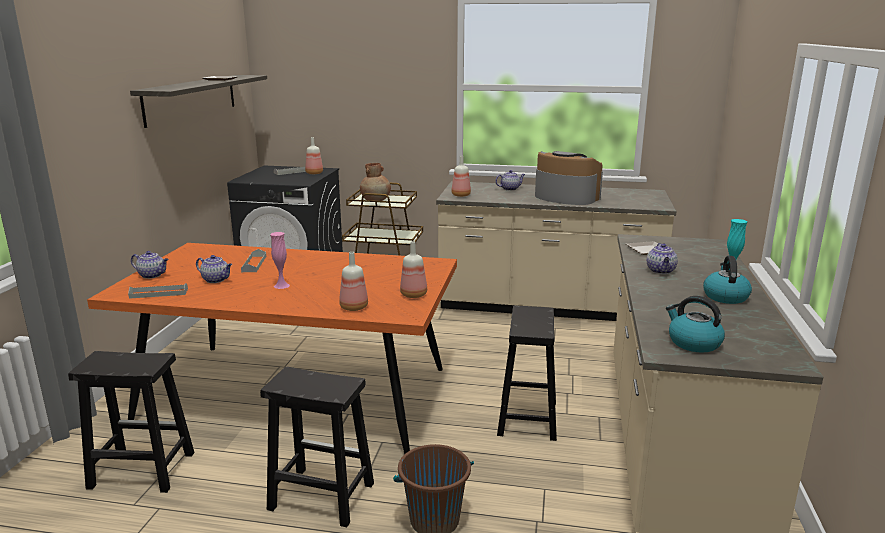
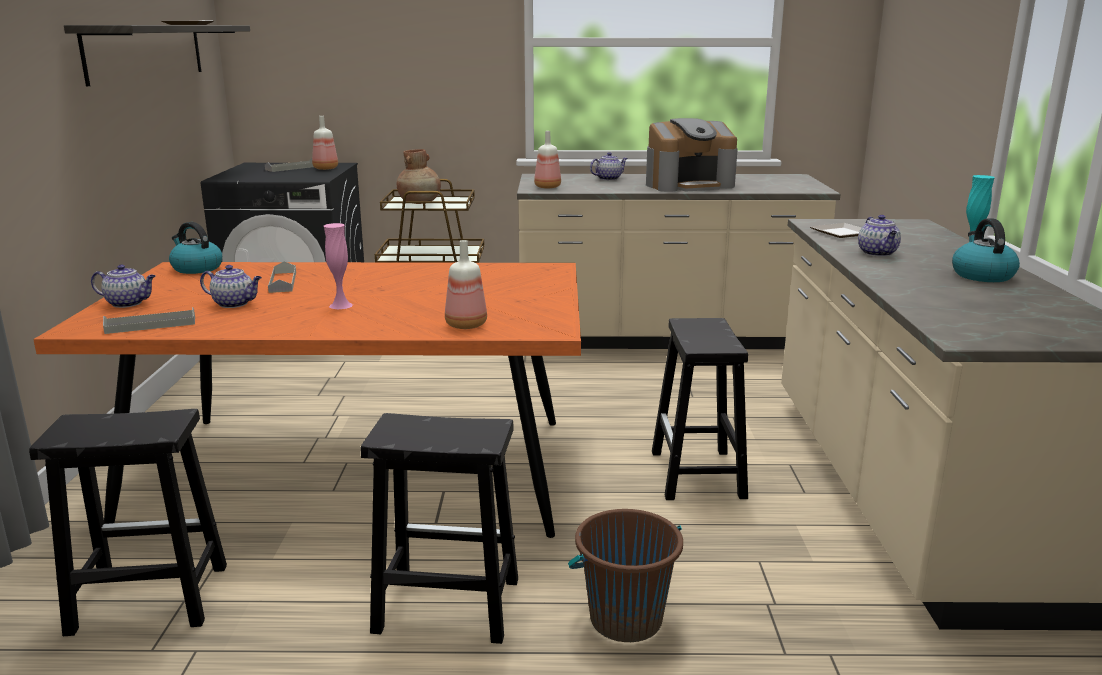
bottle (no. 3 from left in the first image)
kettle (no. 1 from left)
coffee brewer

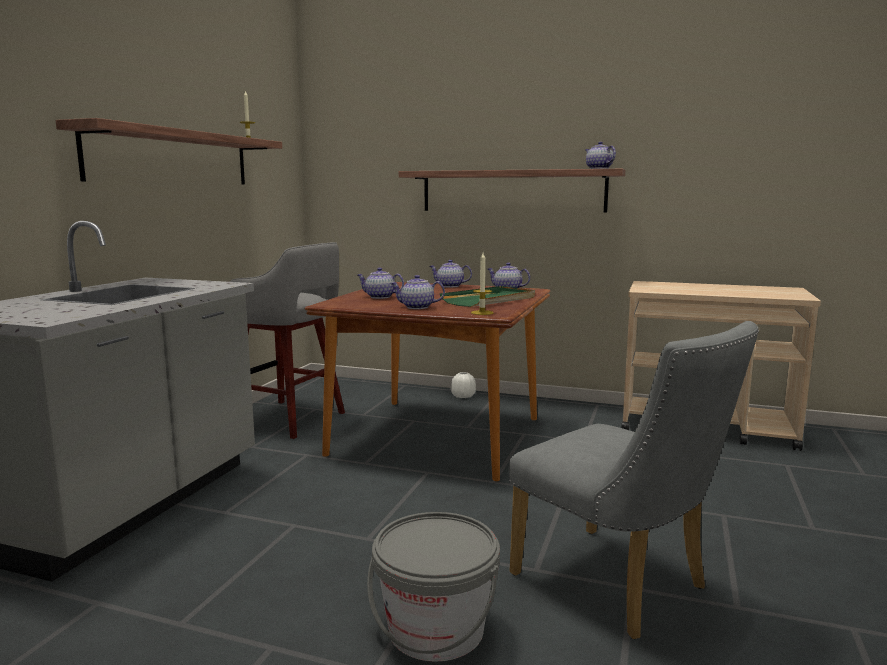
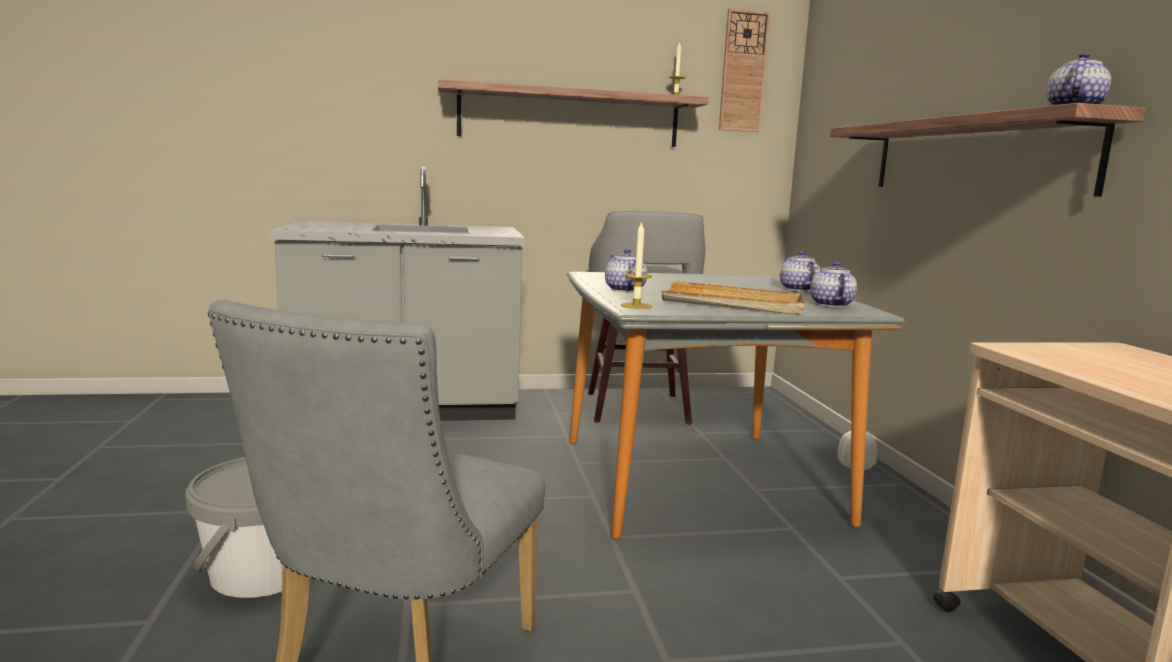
tea pot (no. 1 from left in the first image)
clock on the wall
gray dining table
sand-coloured carrying tray

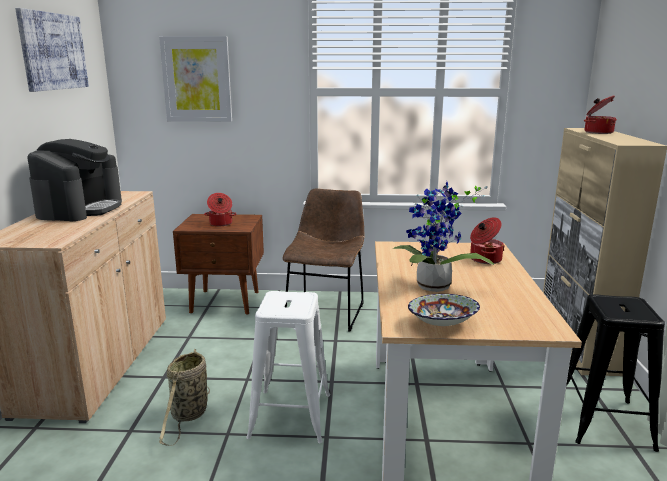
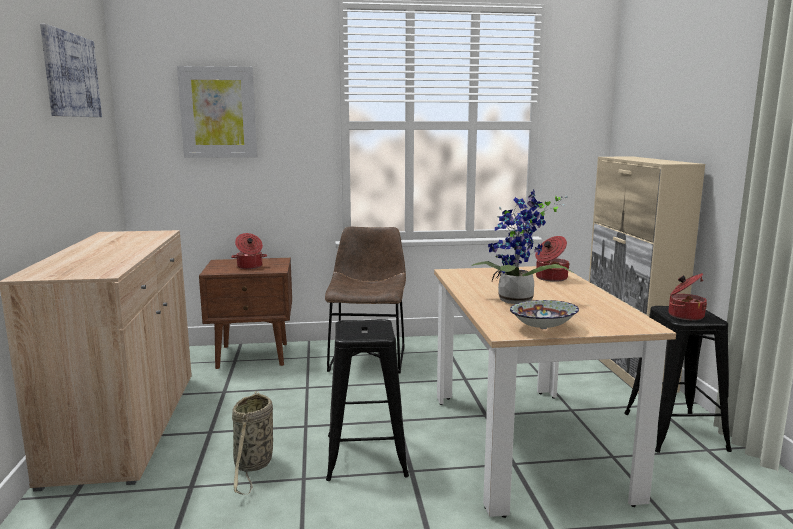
coffee brewer
stockpot (no. 3 from left)
black stool (no. 1 from left)

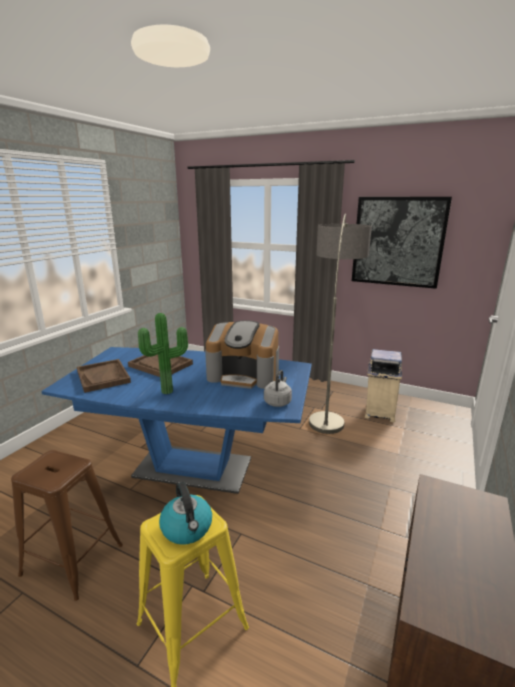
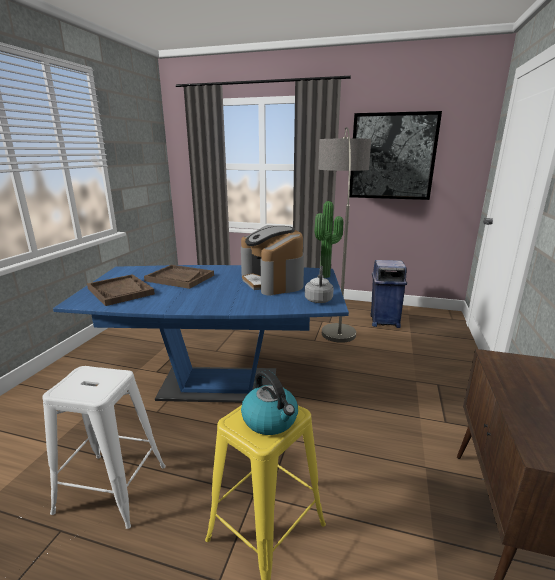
potted plant
white-coloured stool
blue-coloured rubbish bin
coffee brewer

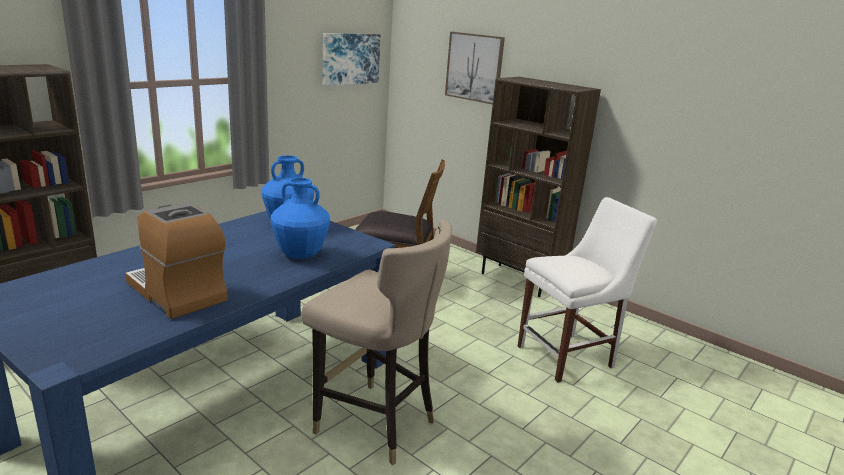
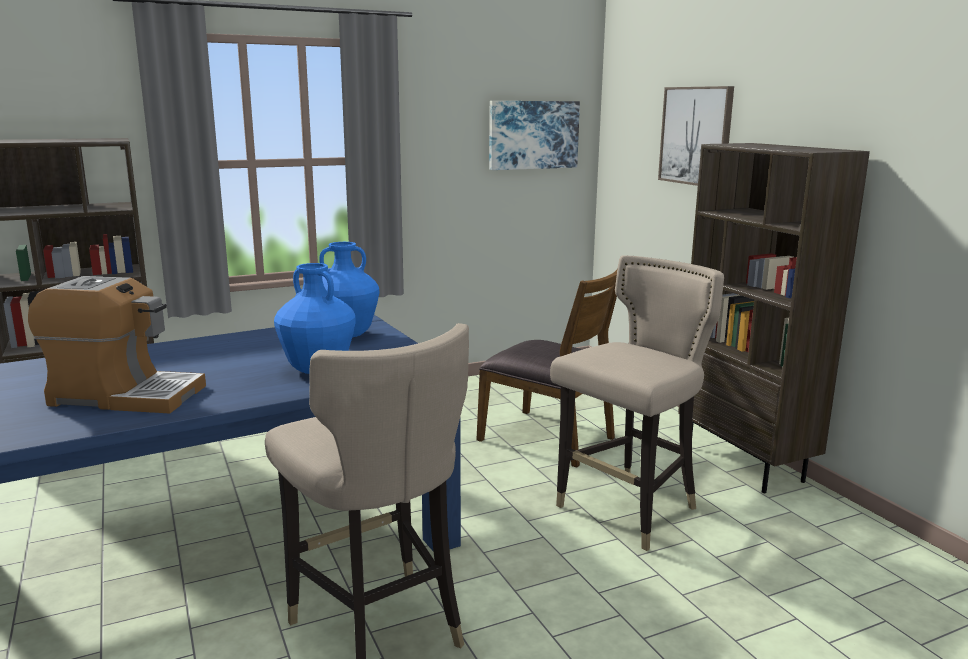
white-coloured upright chair
sand-coloured stool (no. 2 from left)
coffee brewer

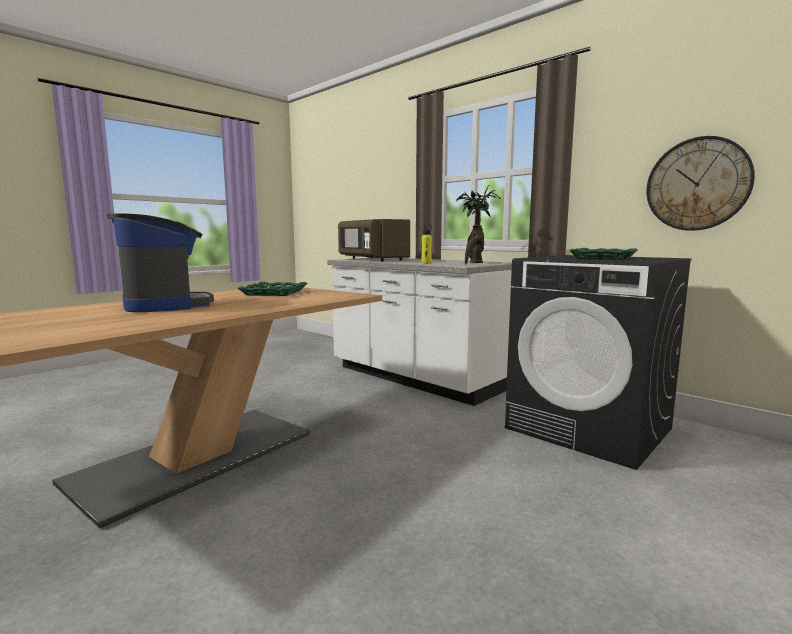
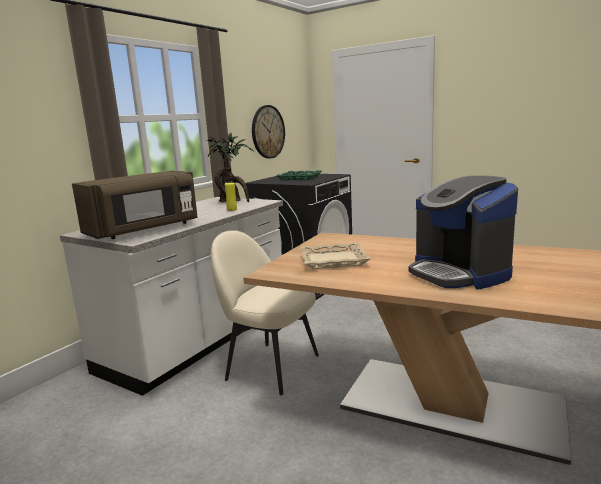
sand-coloured upright chair
sand-coloured carrying tray
coffee brewer

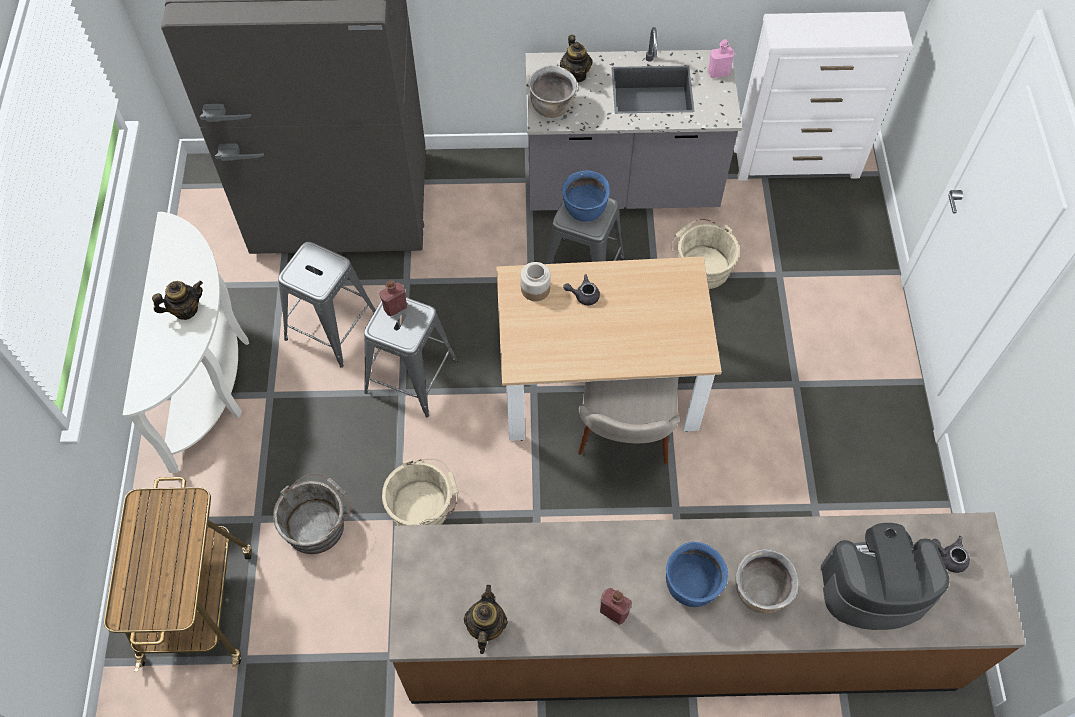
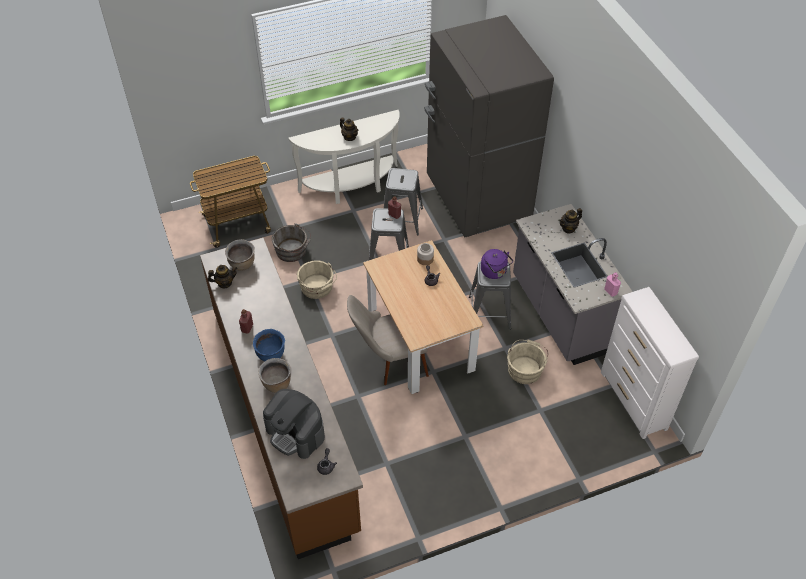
brownish stockpot (no. 1 from left)
purple-coloured kettle
coffee brewer

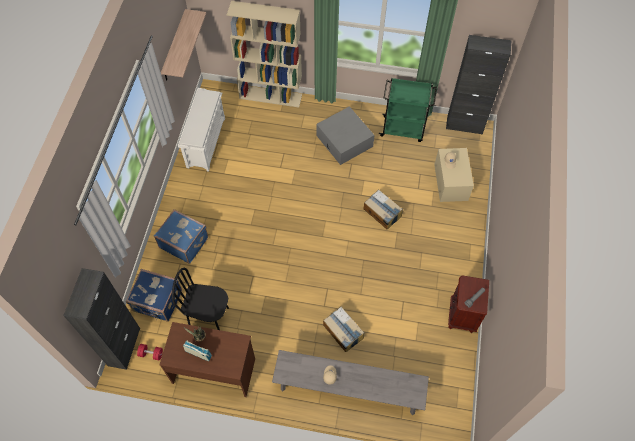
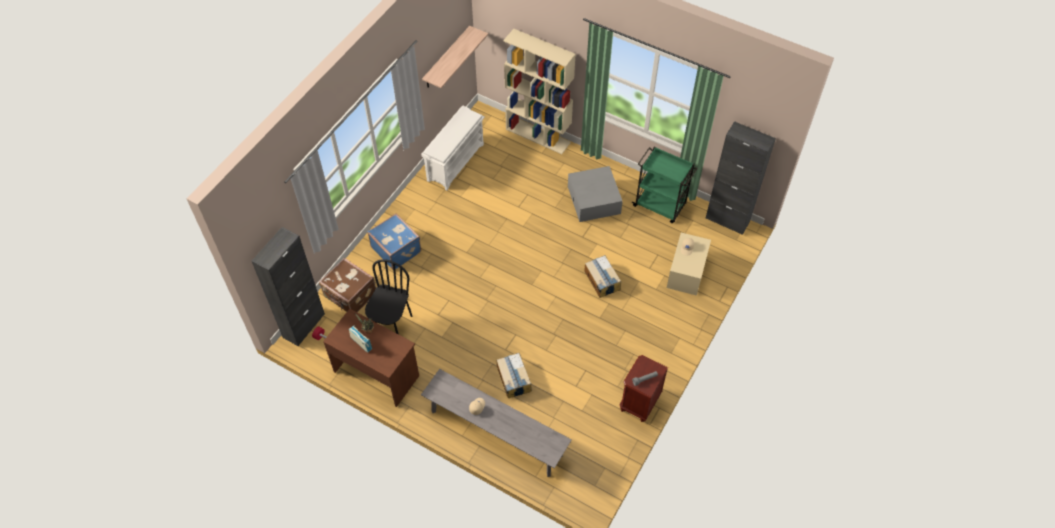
brownish travel case
black upright chair

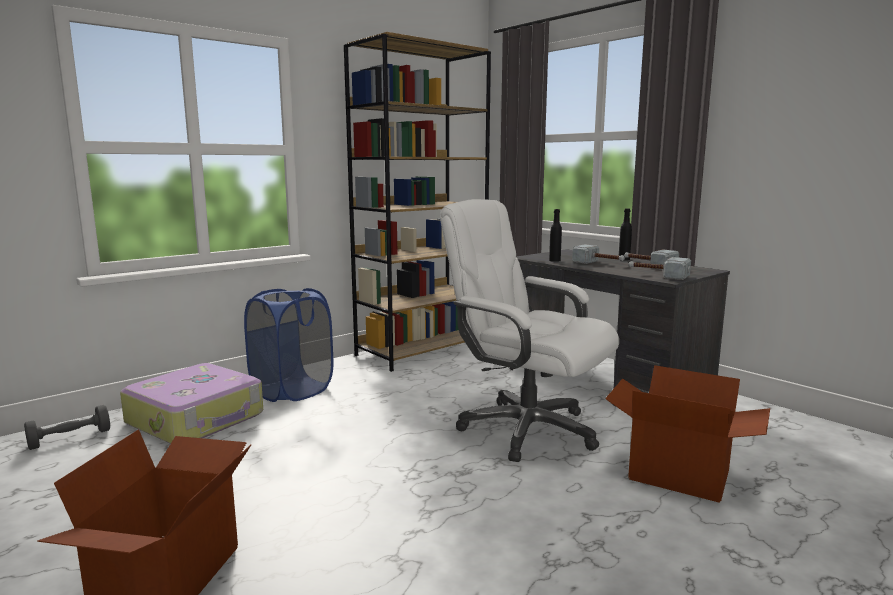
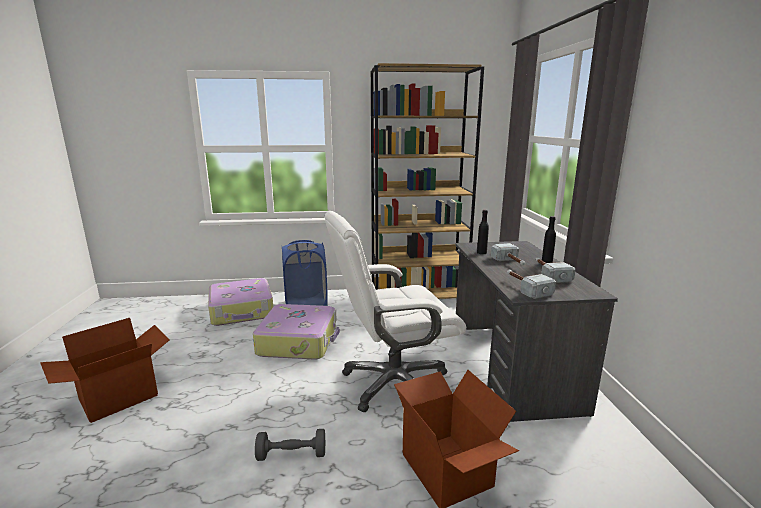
travel case (no. 2 from left)
gray hand weight
white-coloured office chair

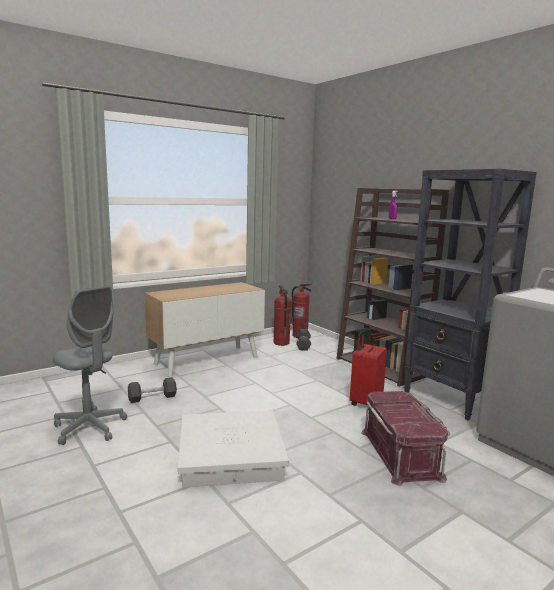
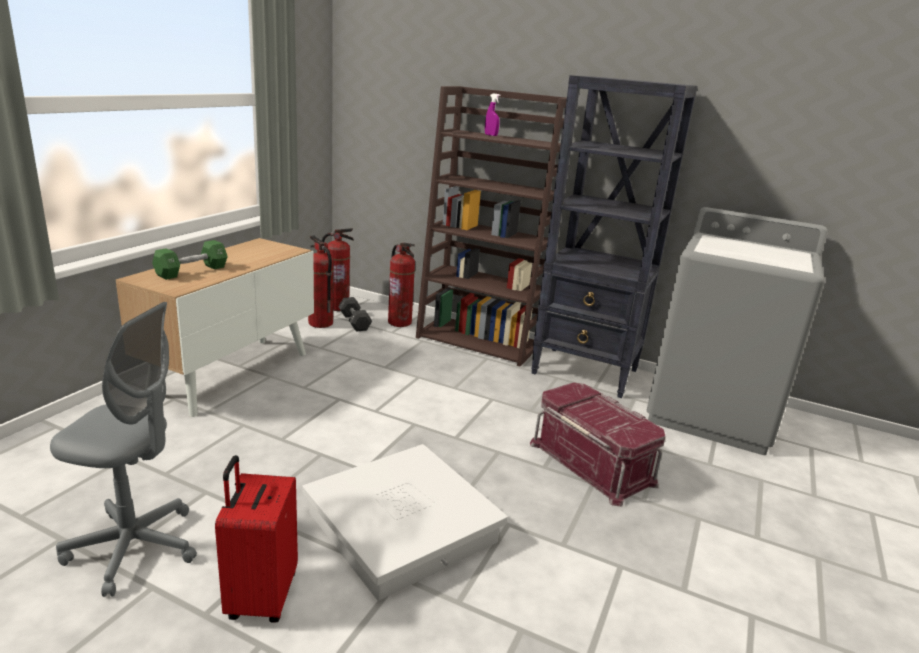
black hand weight (no. 1 from left in the first image)
green hand weight
fire-fighting cylinder (no. 3 from left)
red travel case

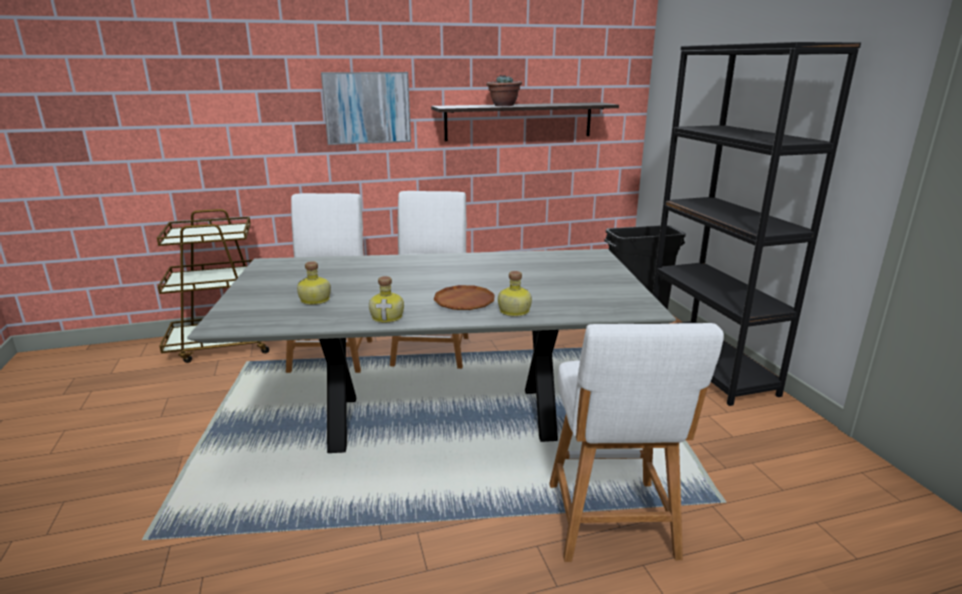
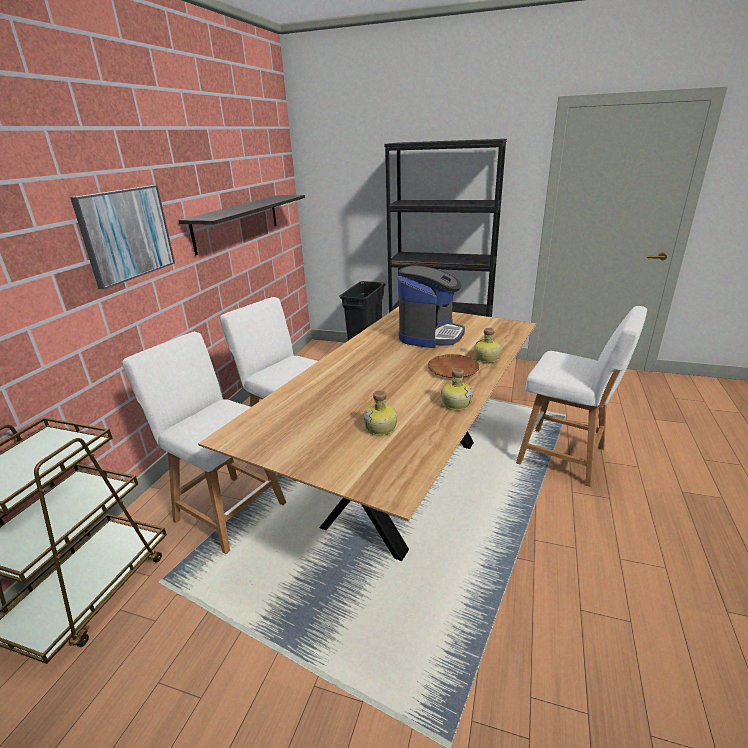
potted plant
coffee brewer
brownish dining table

